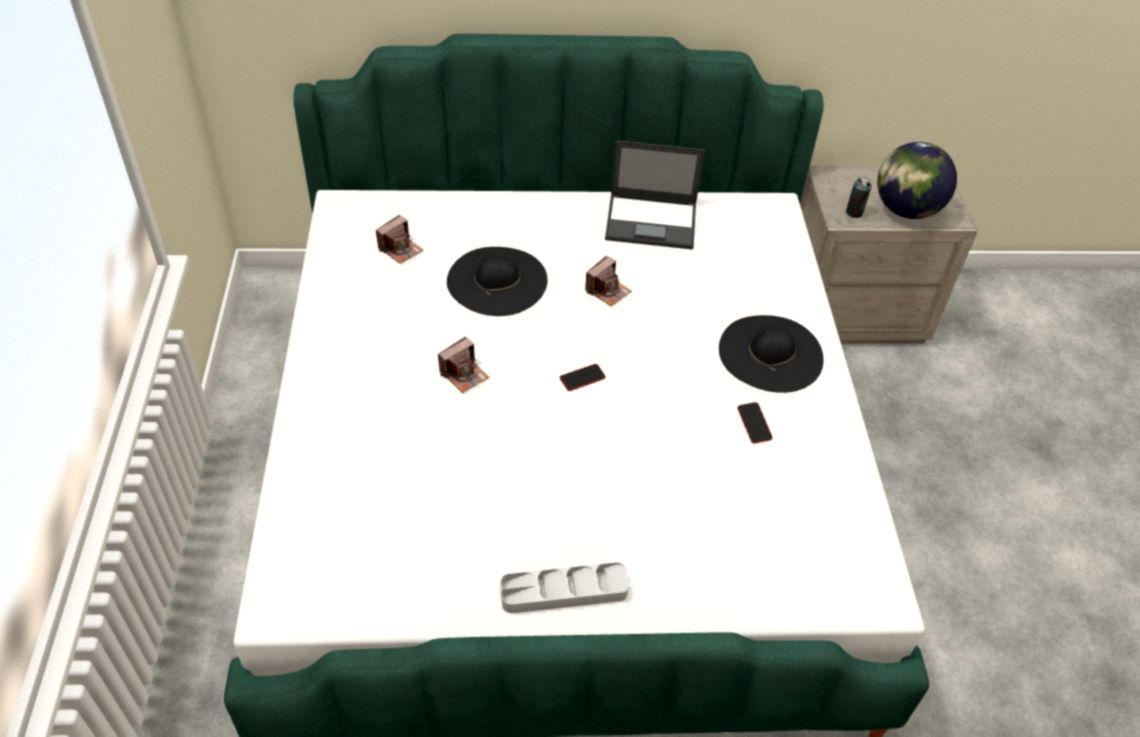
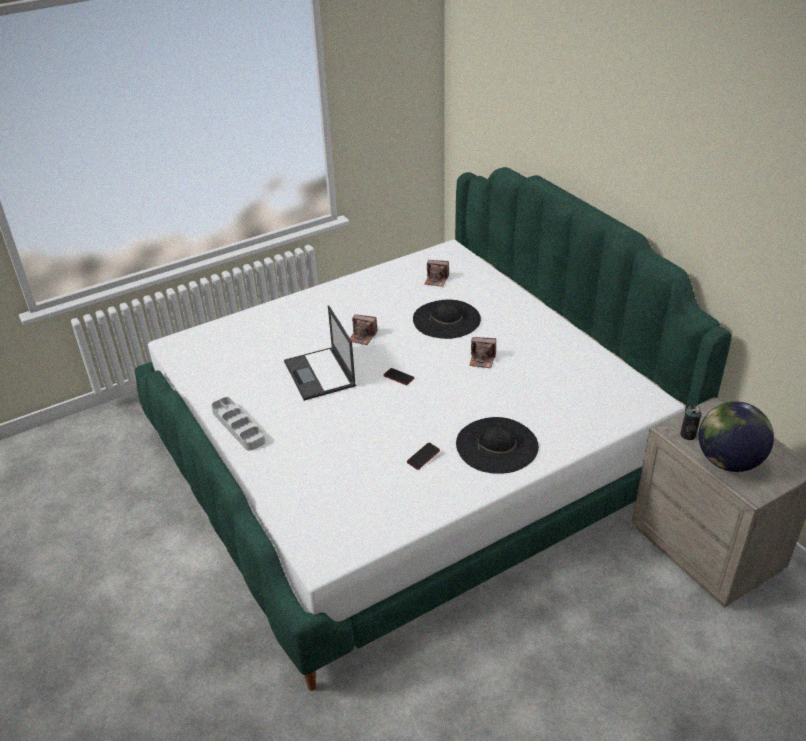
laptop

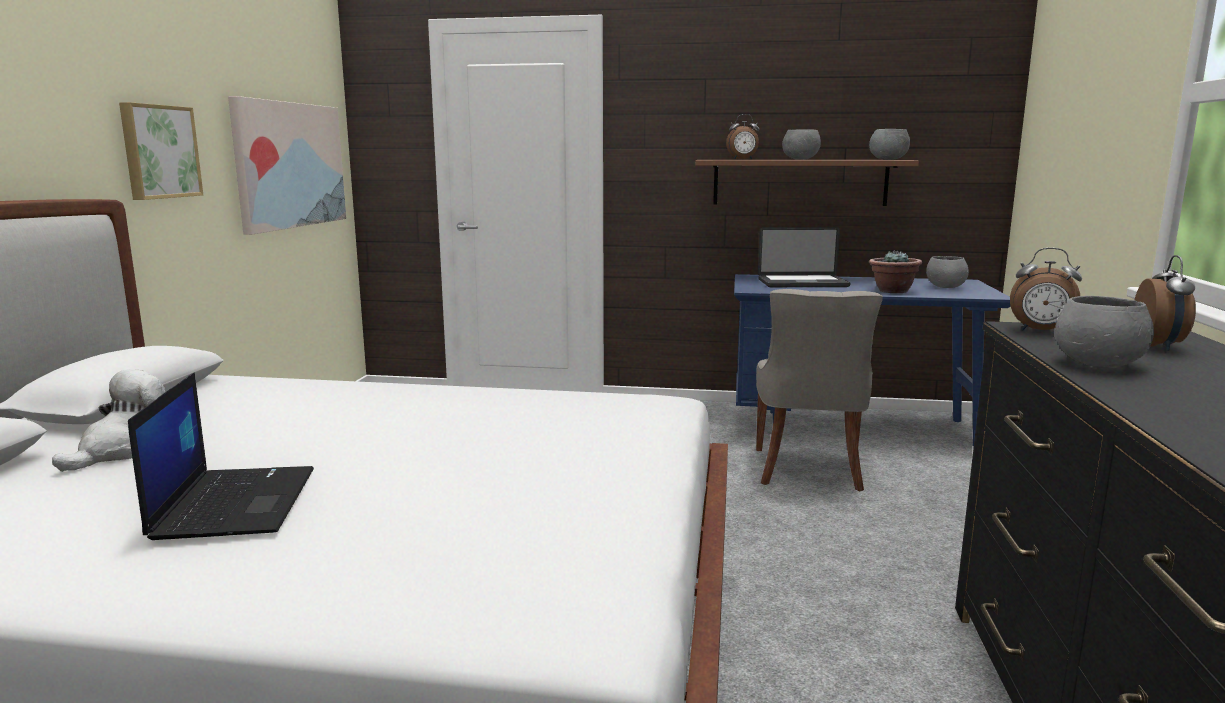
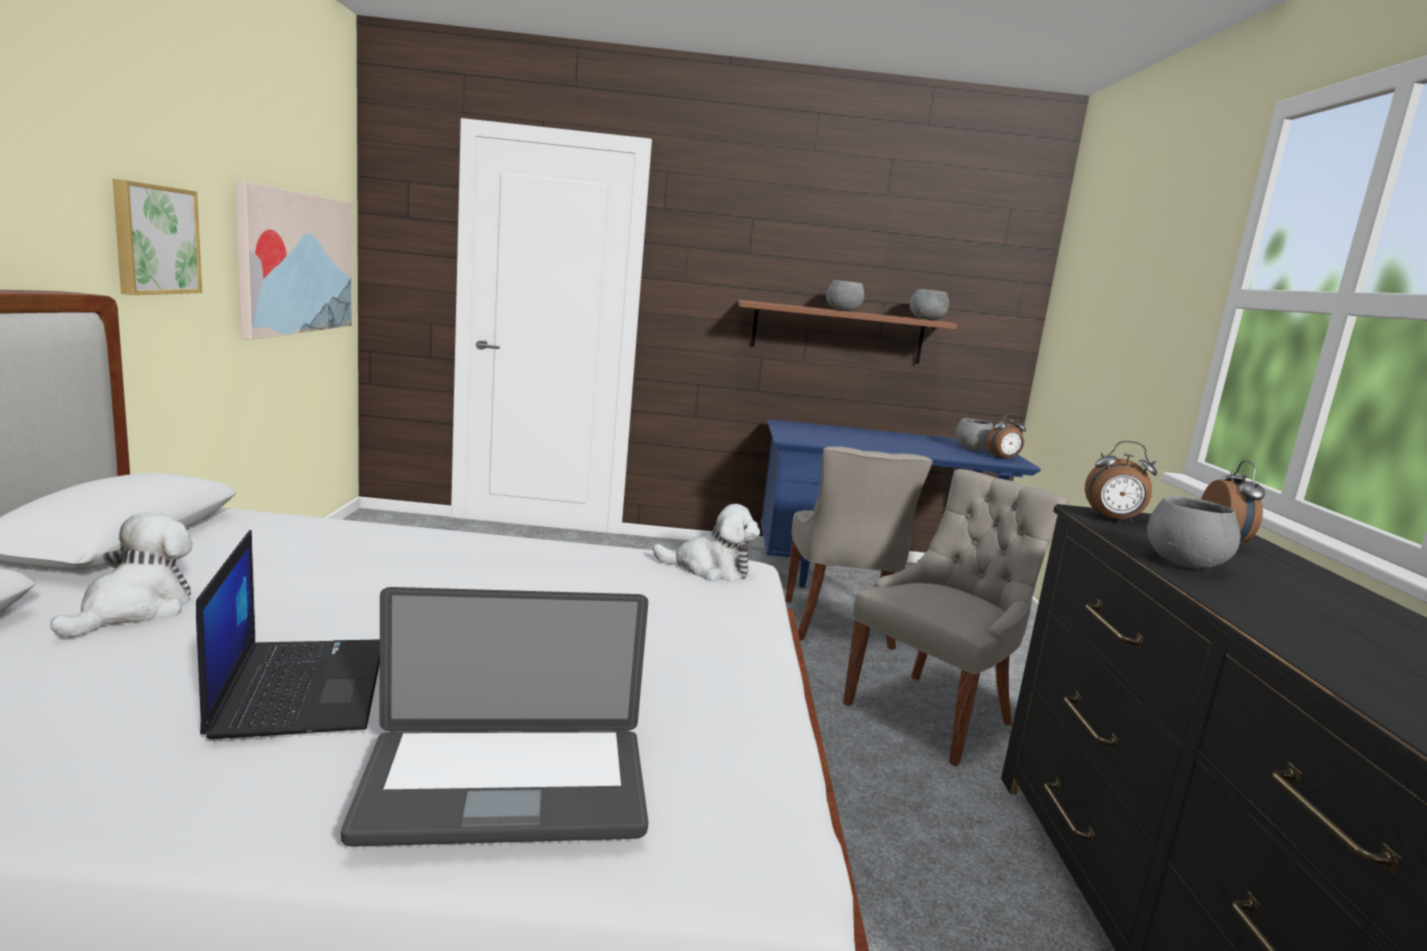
potted plant
cuddly toy (no. 2 from left)
gray upright chair (no. 2 from left)
alarm clock (no. 1 from left)
laptop (no. 2 from left)

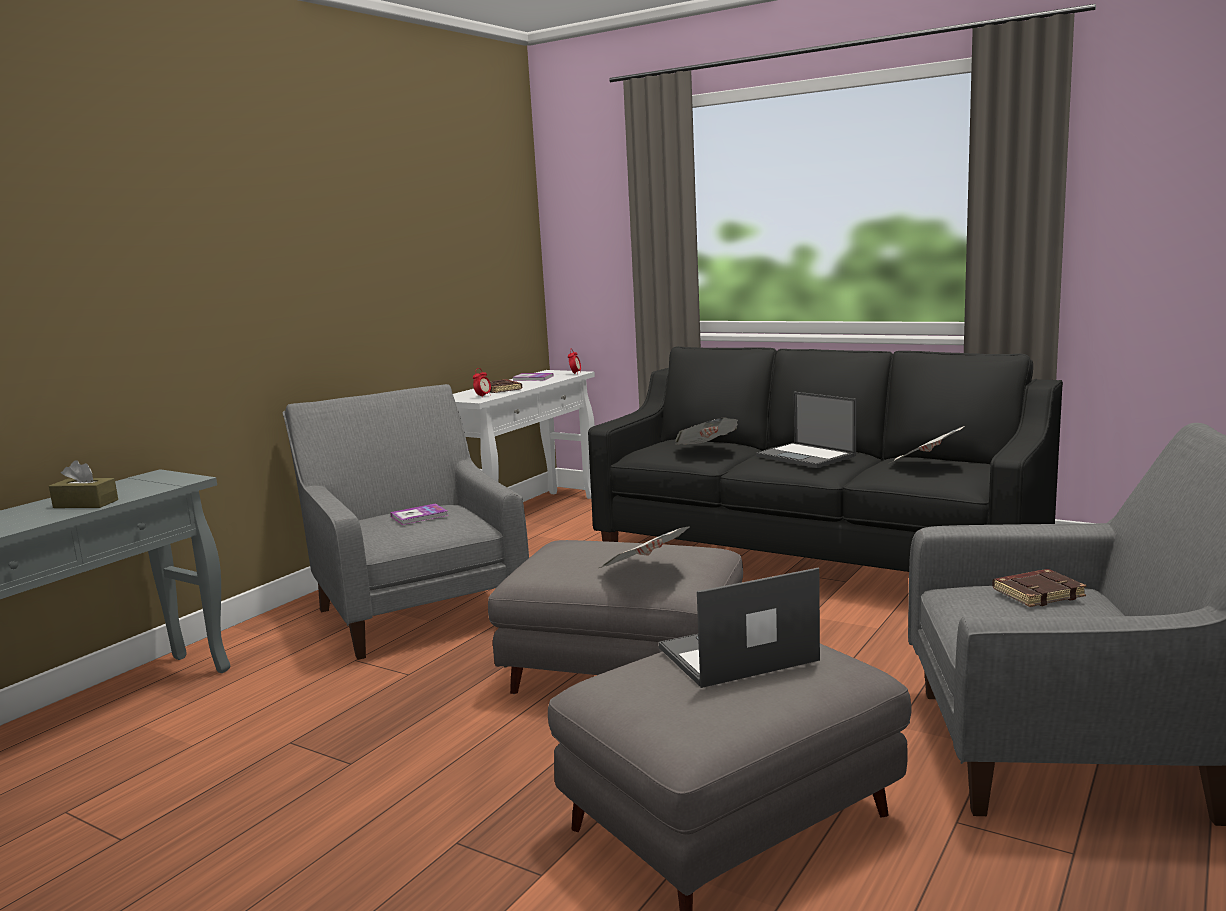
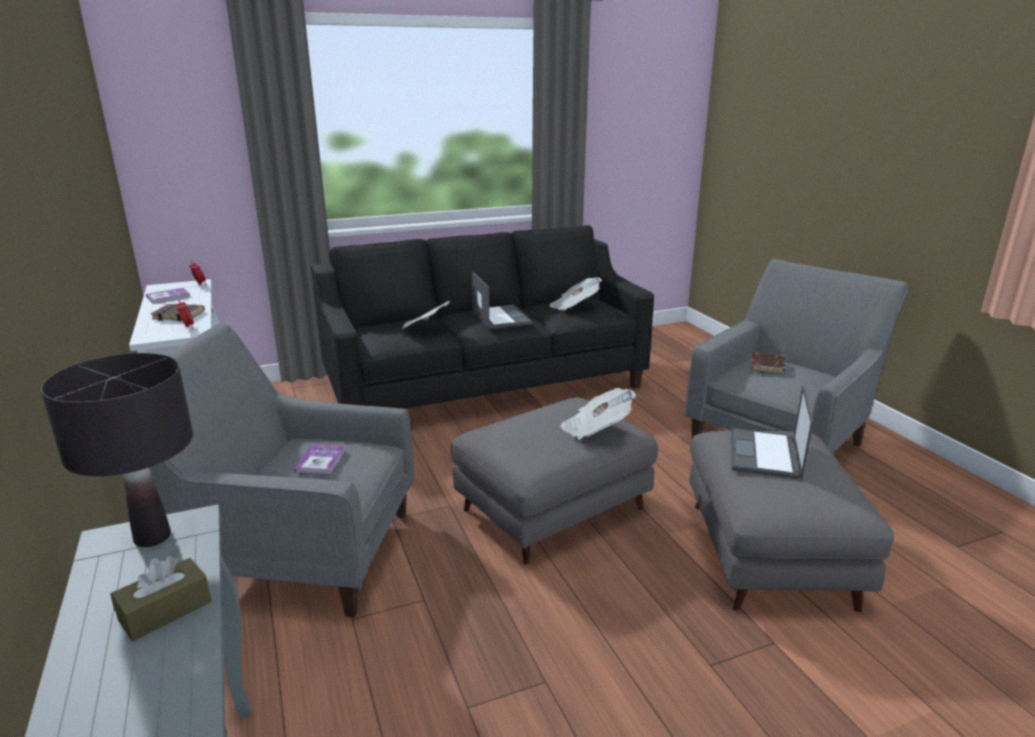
black table lamp
laptop (no. 1 from left)

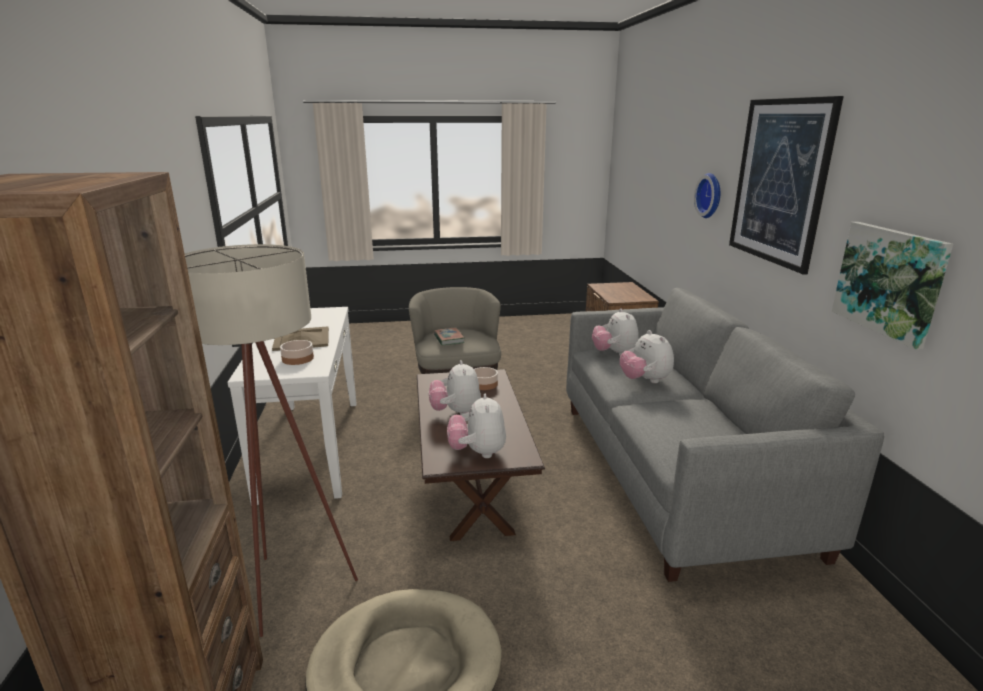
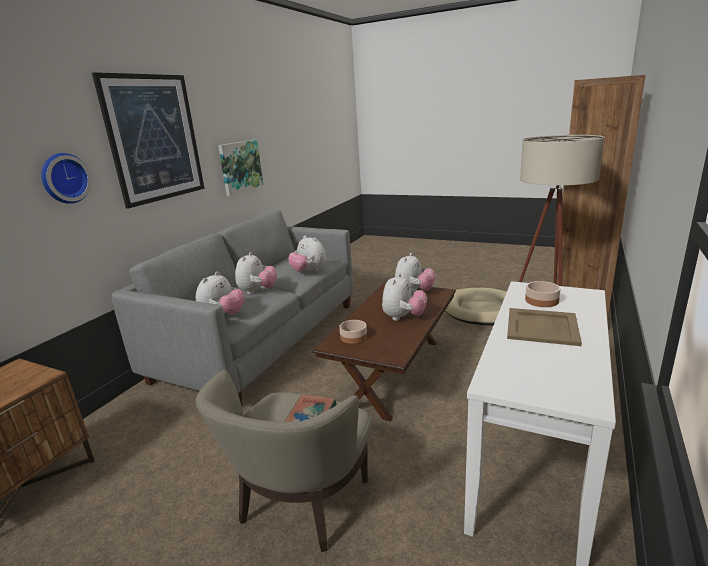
cuddly toy (no. 3 from left)

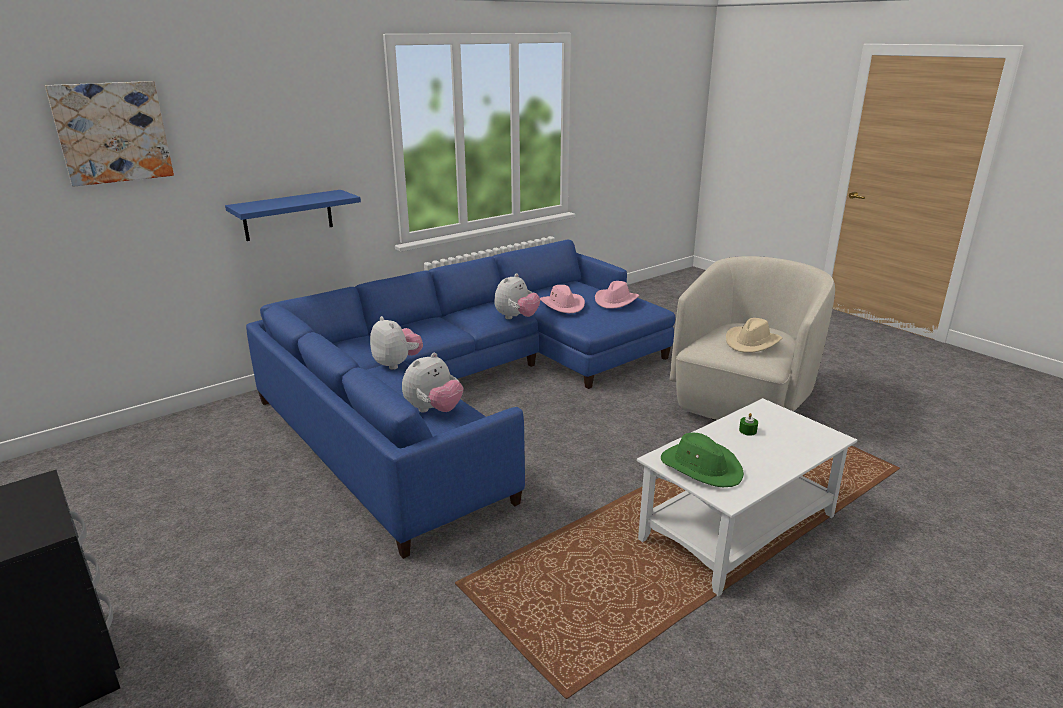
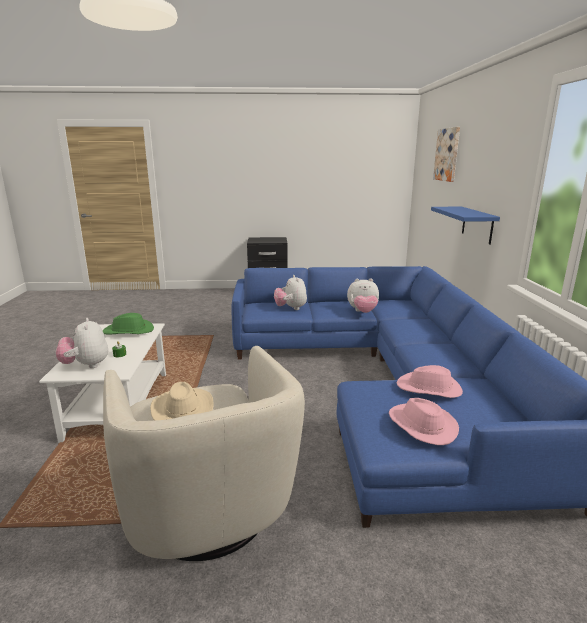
cuddly toy (no. 1 from left)

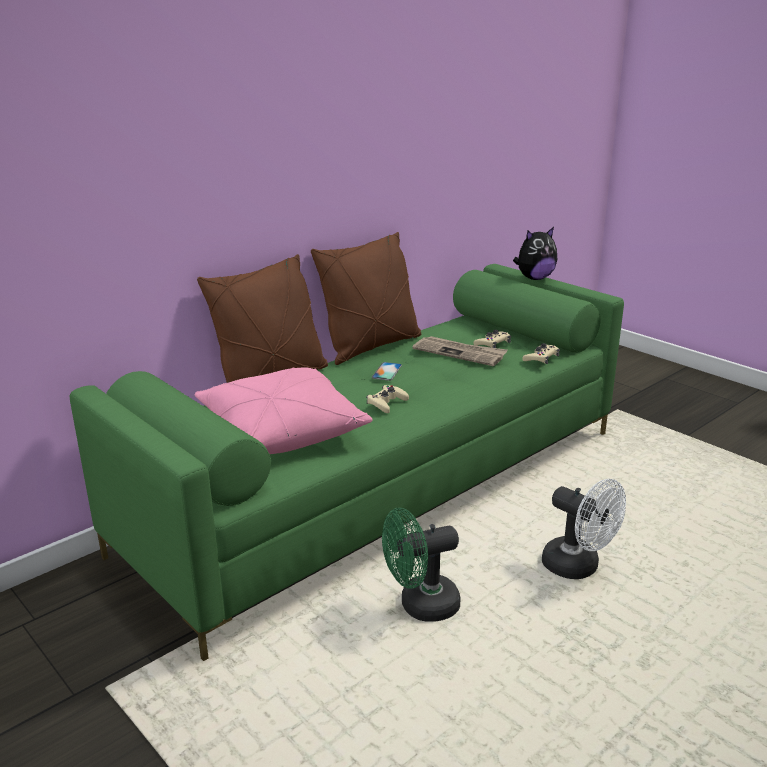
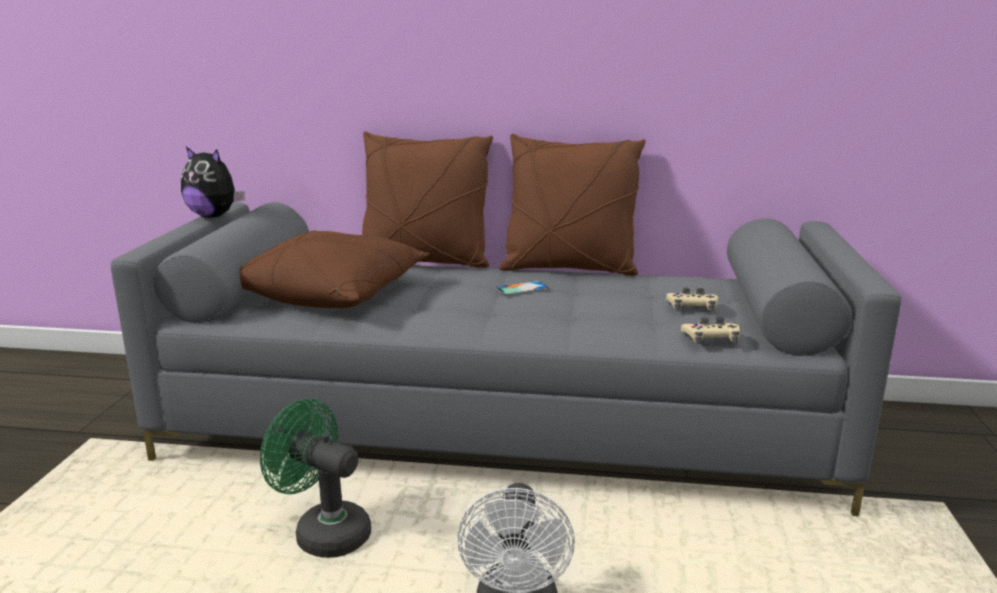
sand-coloured game controller (no. 1 from left in the first image)
daily paper
cuddly toy
gray couch
brownish throw pillow (no. 1 from left)

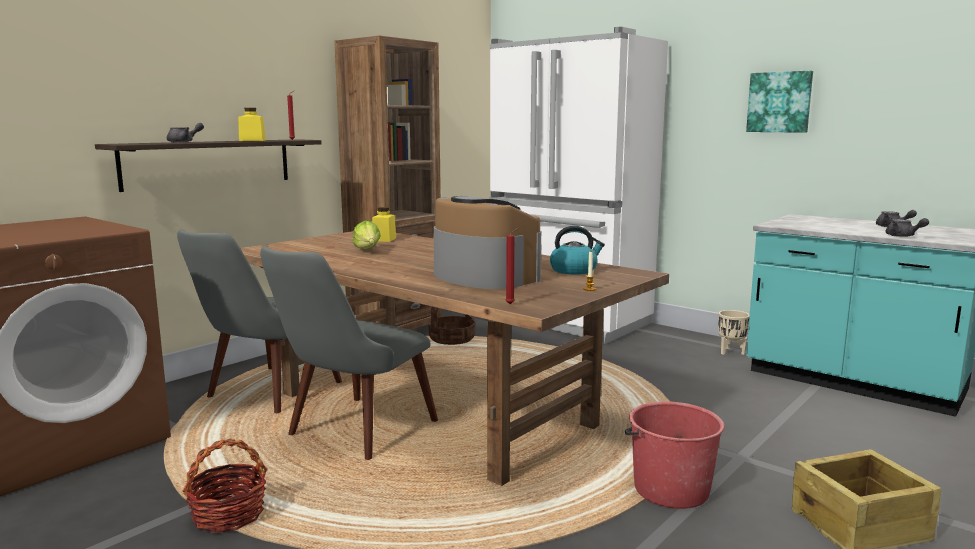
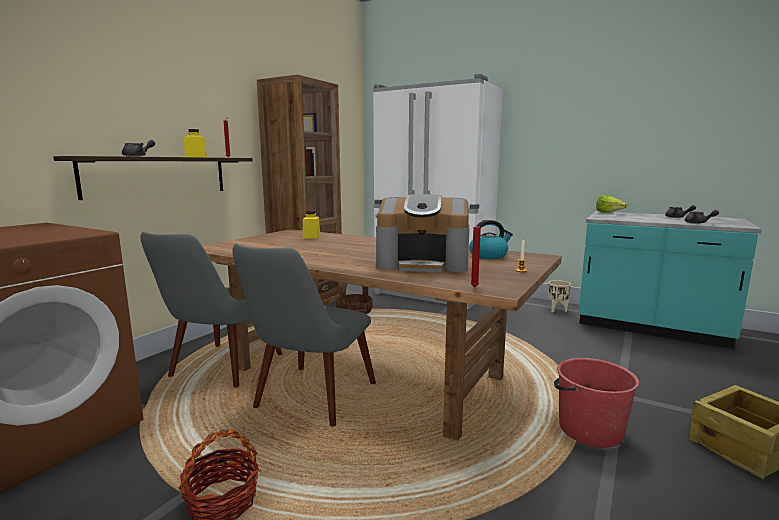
picture
lettuce
coffee brewer

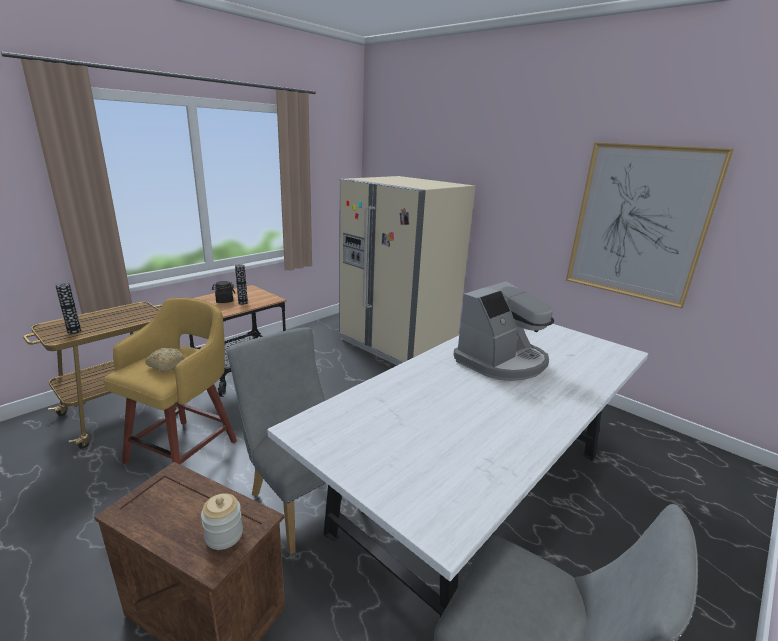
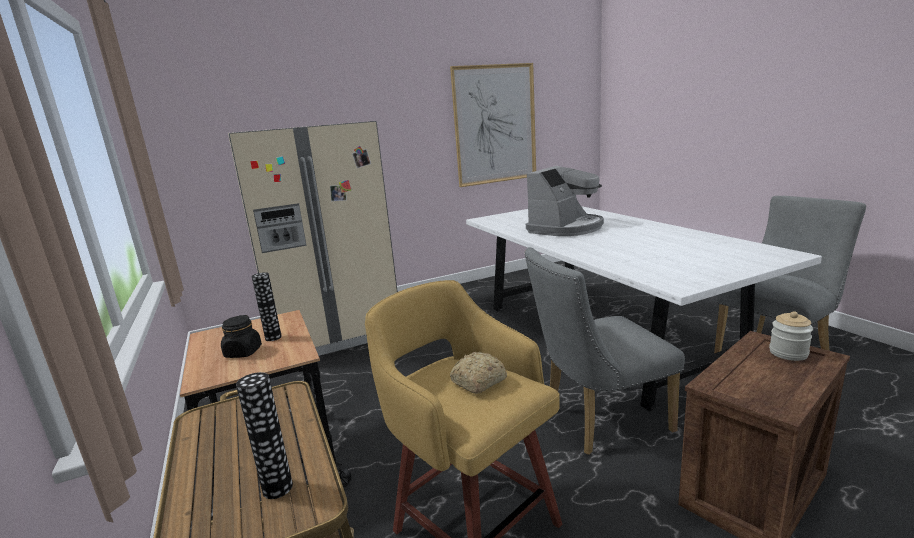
coffee brewer

